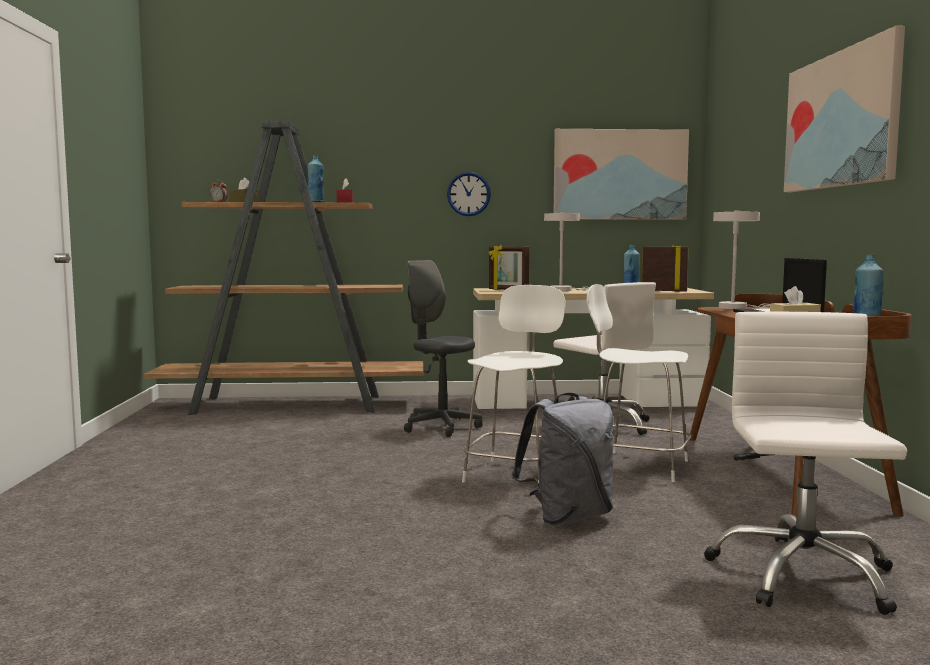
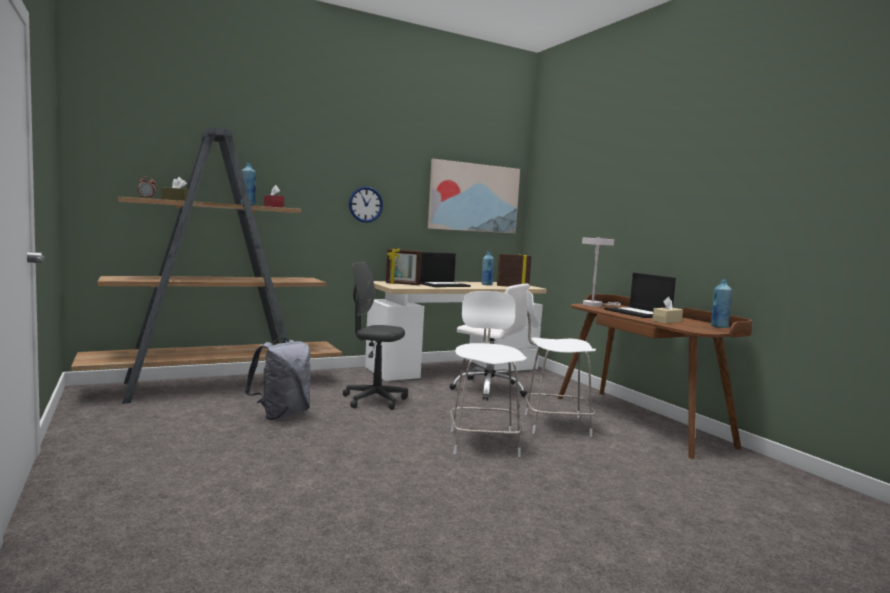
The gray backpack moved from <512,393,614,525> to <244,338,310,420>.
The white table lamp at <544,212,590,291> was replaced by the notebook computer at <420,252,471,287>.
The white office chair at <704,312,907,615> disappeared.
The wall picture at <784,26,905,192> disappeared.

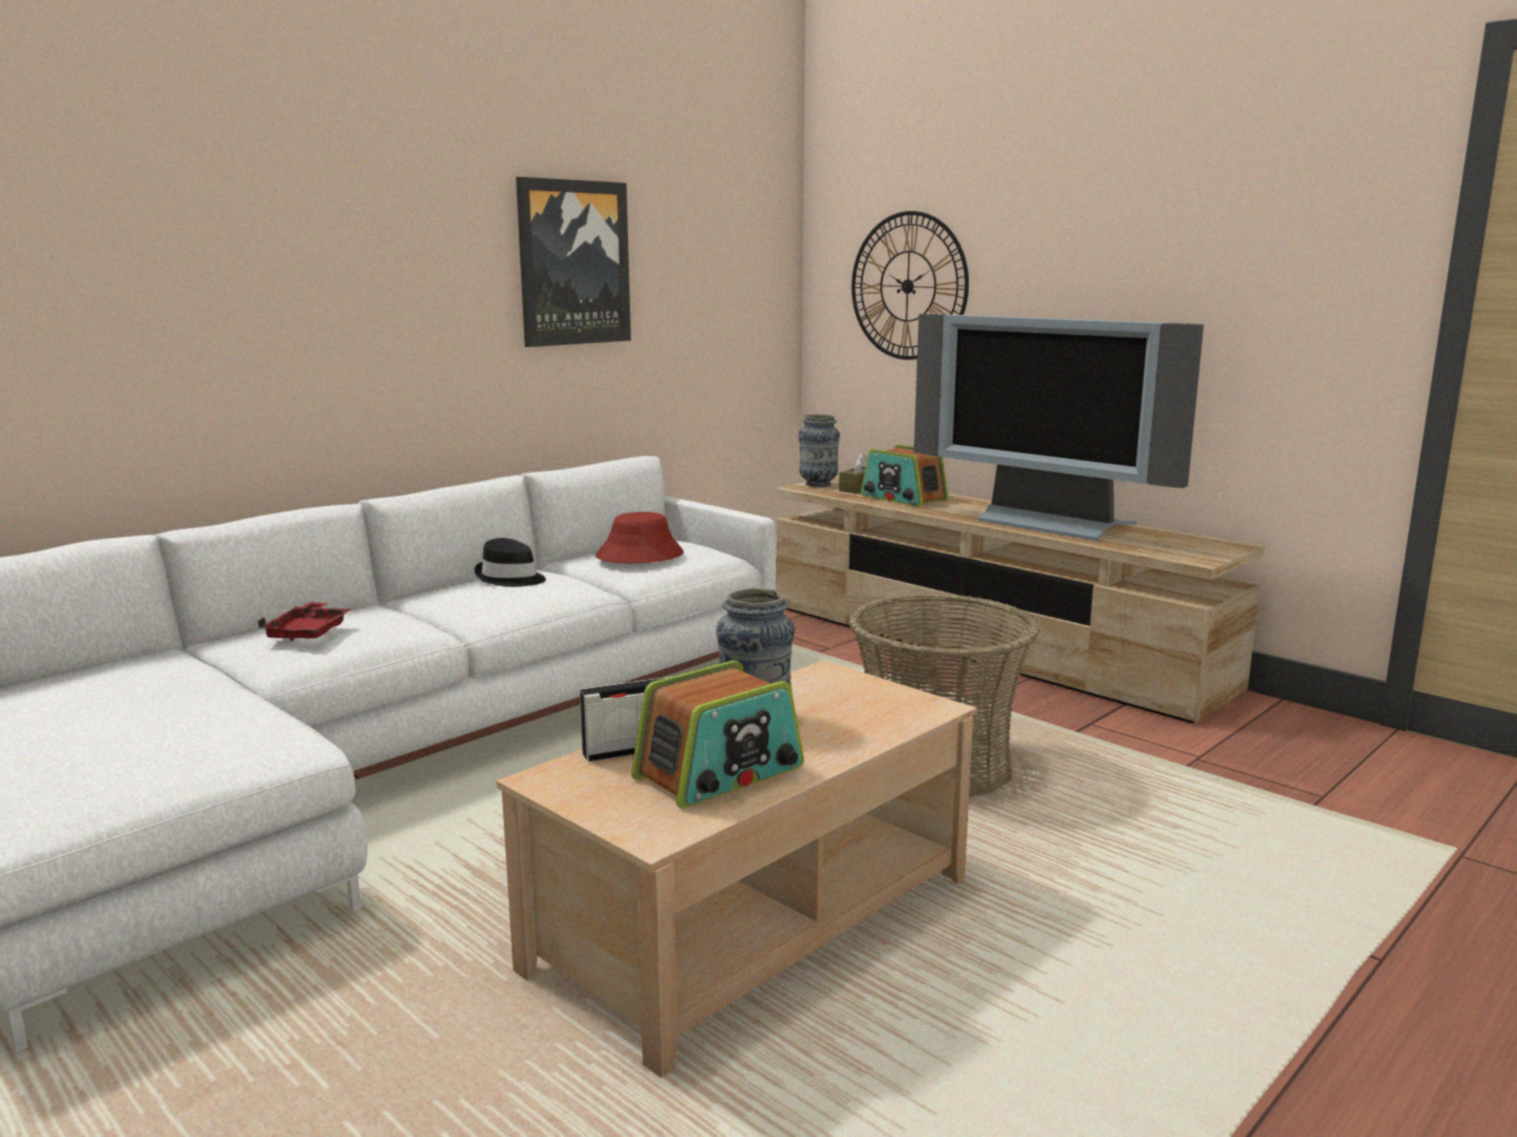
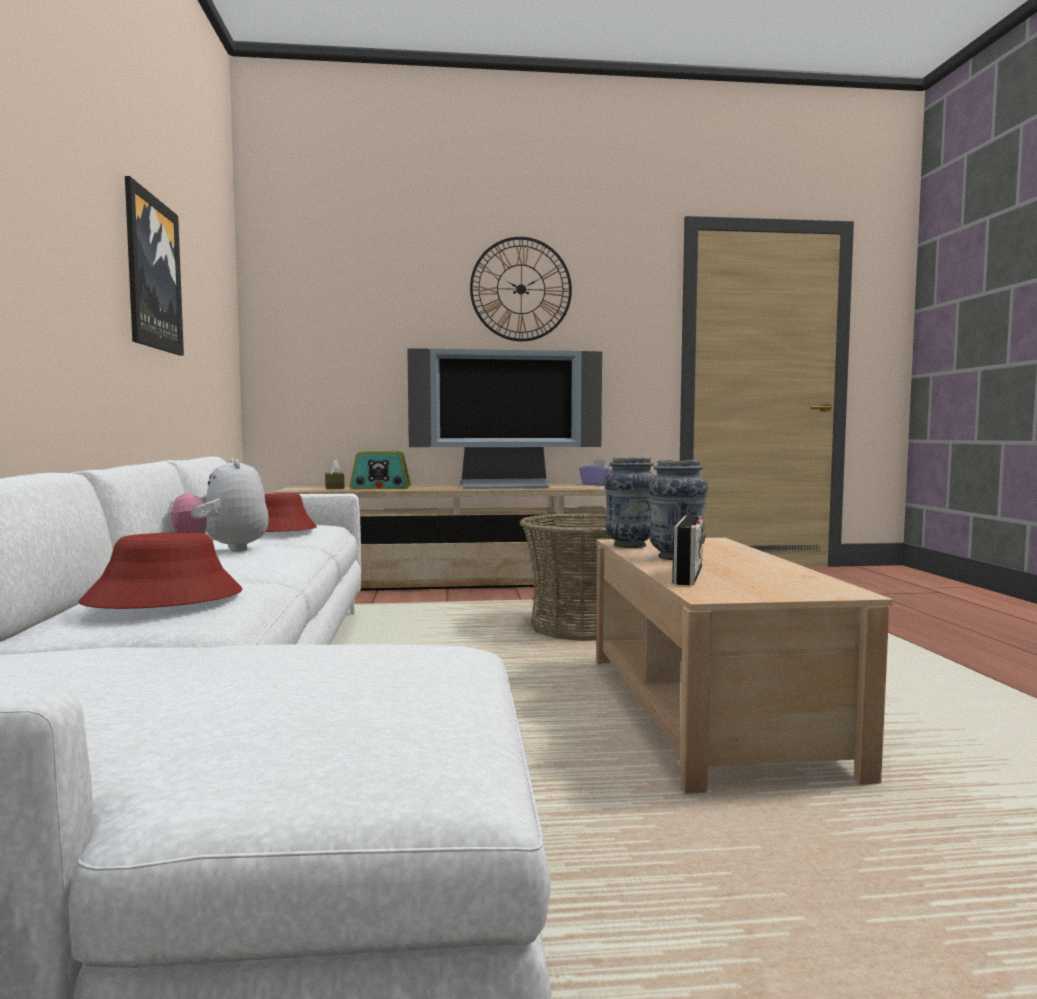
The red-coloured carrying tray at <257,602,352,641> was replaced by the red-coloured clothing hat at <78,532,243,609>.
The black-coloured clothing hat at <475,538,546,587> was replaced by the plush toy at <171,458,269,552>.
The radio at <631,660,804,808> disappeared.
The vase moved from <798,414,840,487> to <605,457,656,548>.
The hanging clock moved from <852,211,969,360> to <470,237,572,341>.
The purple-coloured tissue holder at <579,460,612,486> appeared.

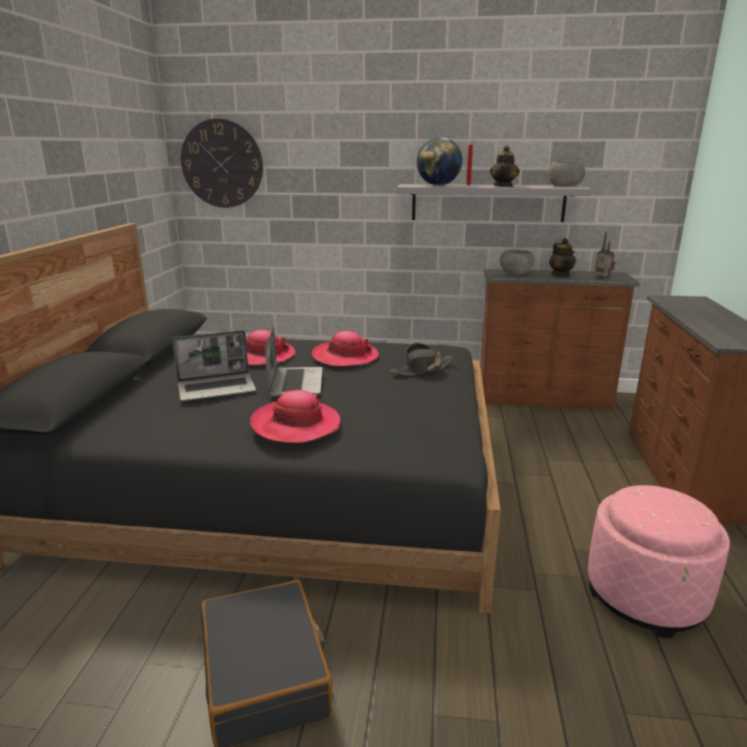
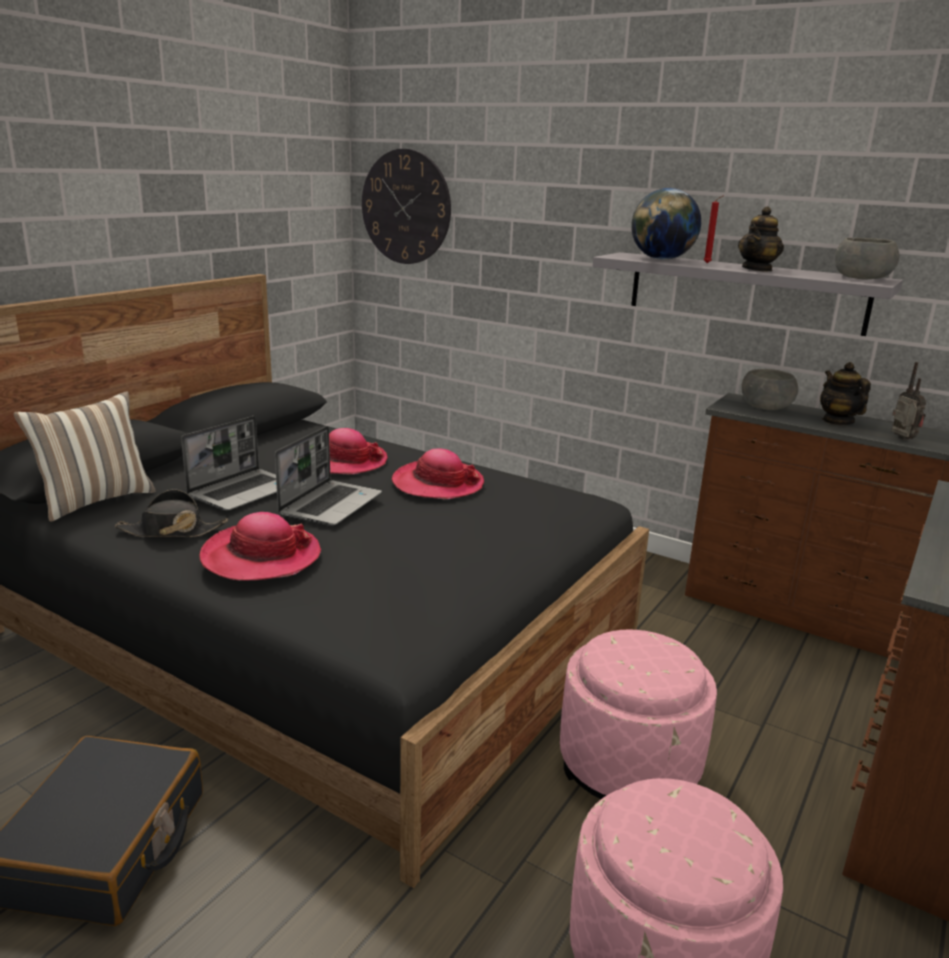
The notebook computer at <172,330,256,401> turned 60 degrees counterclockwise.
The black-coloured clothing hat moved from <390,343,453,375> to <115,489,228,537>.
The pot for tea at <549,238,576,277> turned 150 degrees clockwise.
The throw pillow at <14,391,156,522> appeared.
The pinkish footrest at <560,629,717,799> appeared.

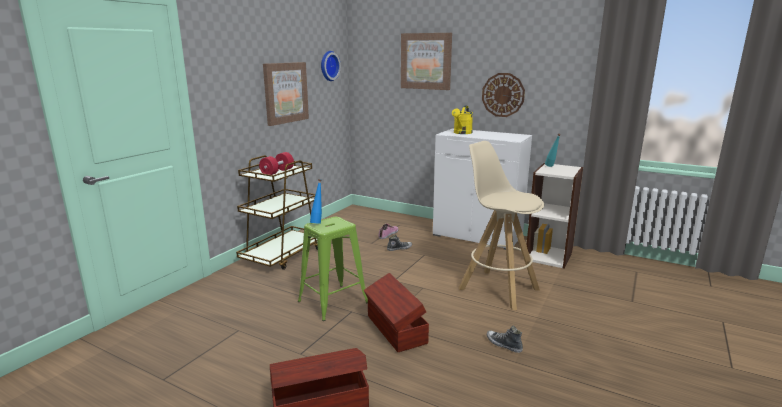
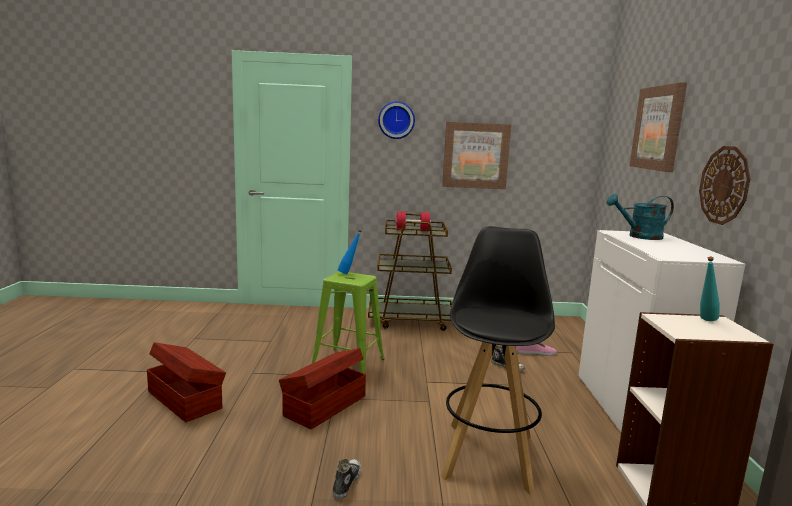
The hanging clock moved from <321,51,341,81> to <378,101,415,139>.
The yellow-coloured watering can at <452,106,473,134> became the blue-green watering can at <606,194,674,240>.
The beige sitting stool at <459,141,544,310> became the black-coloured sitting stool at <441,226,555,494>.

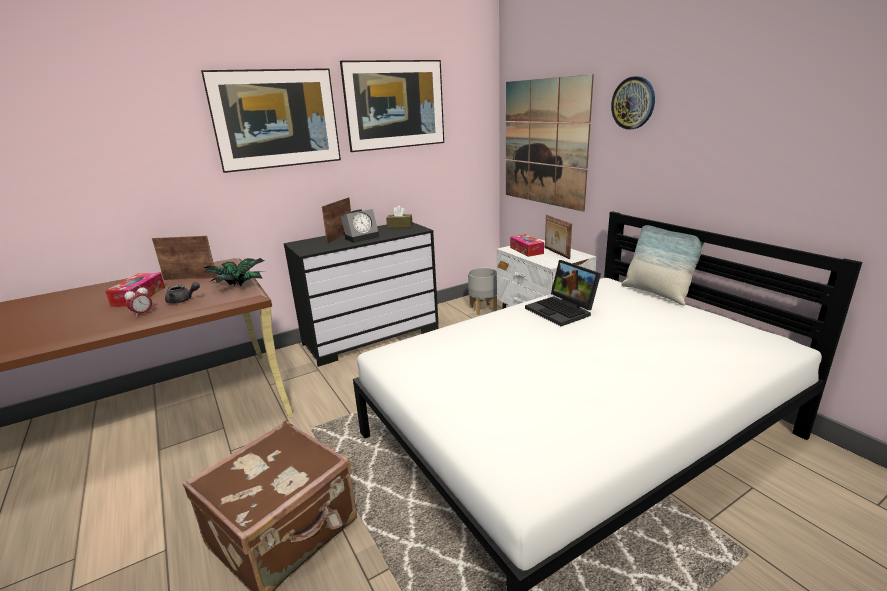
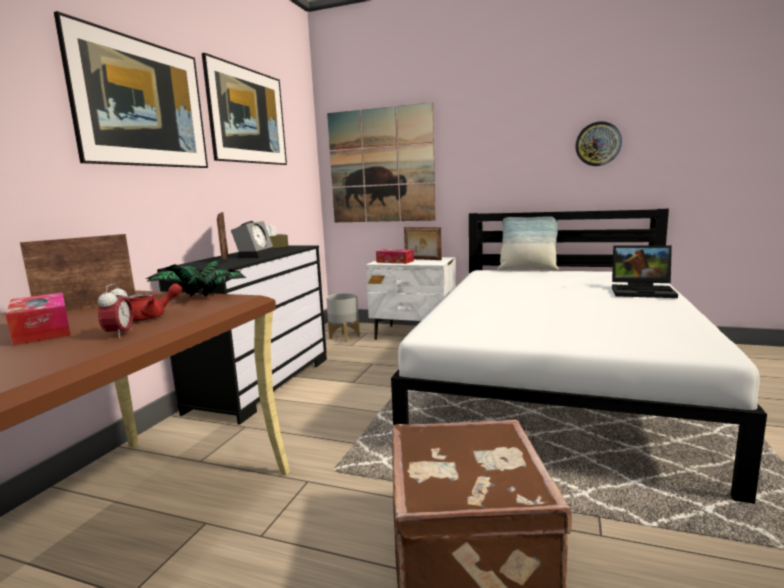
The gray pot for tea at <165,282,200,304> became the red-coloured pot for tea at <128,283,182,321>.
The notebook computer moved from <525,260,601,326> to <612,245,678,298>.
The hanging clock moved from <611,76,655,129> to <575,121,622,166>.

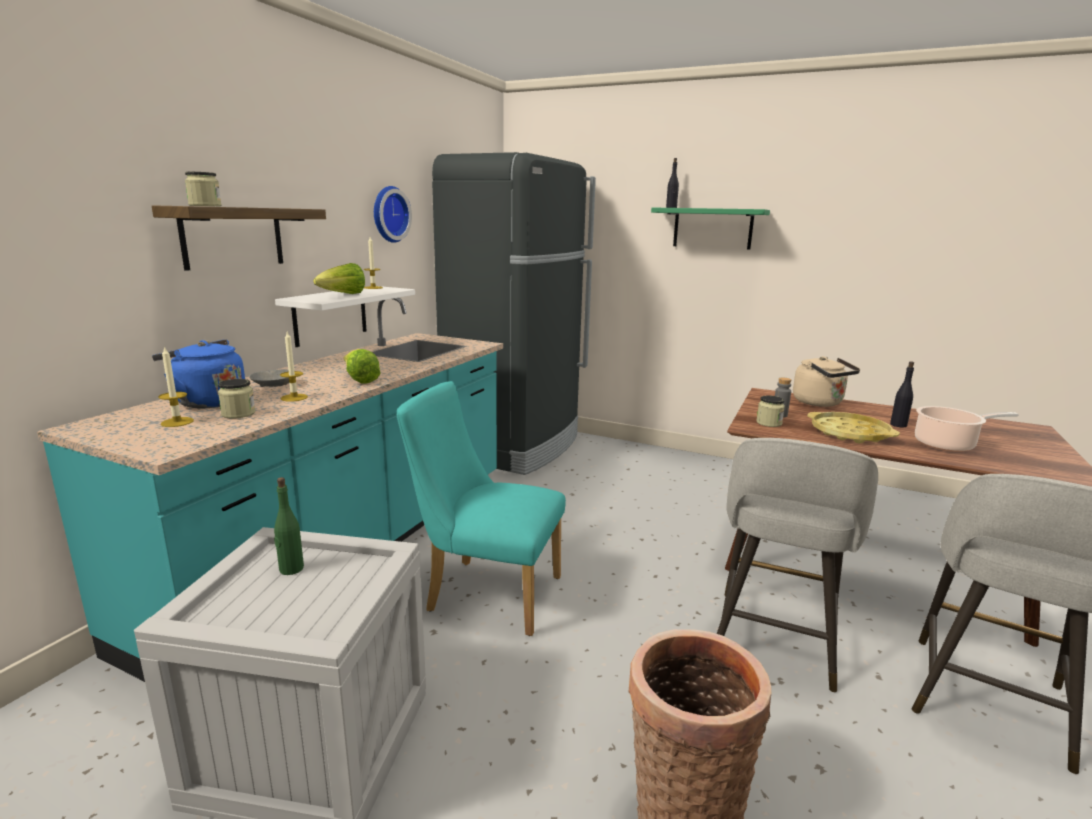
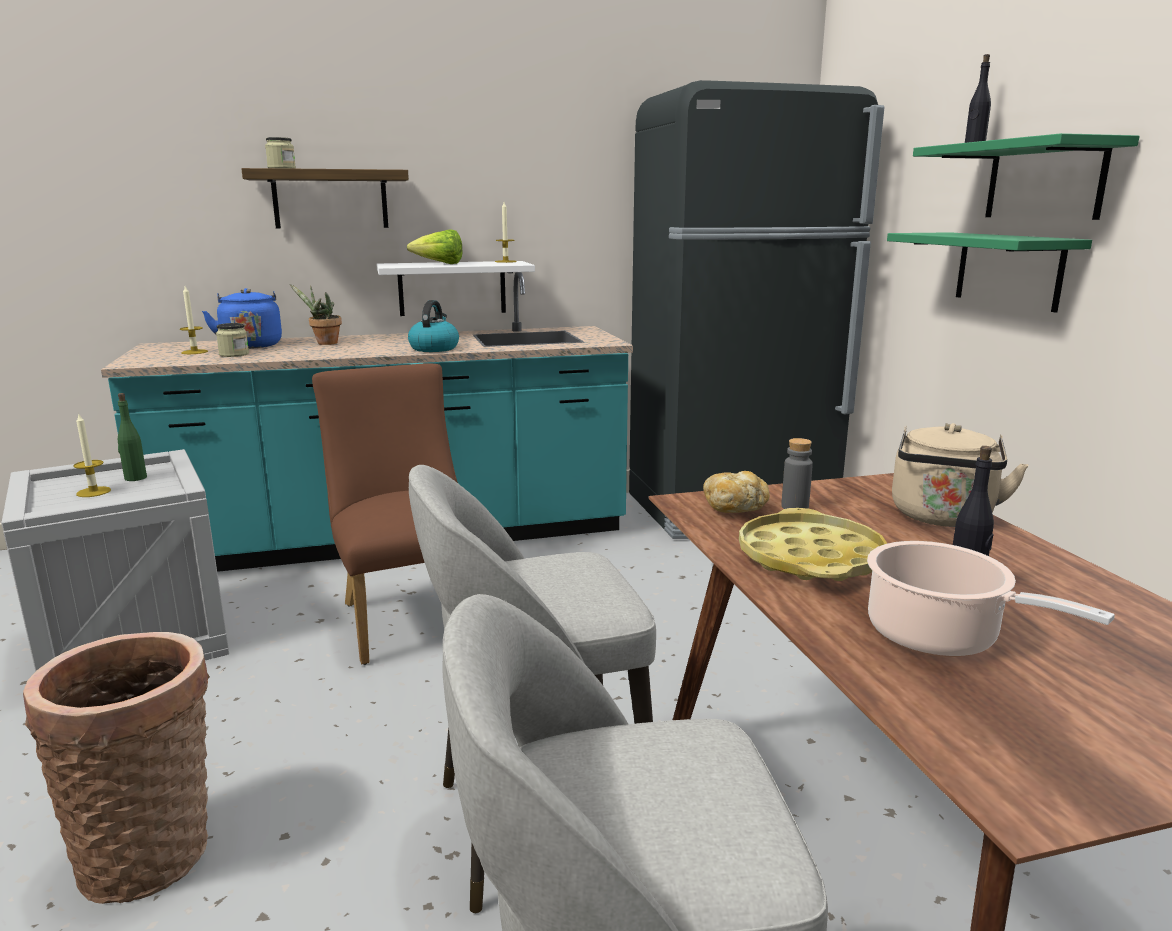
The gray deep dish at <249,369,289,387> was replaced by the houseplant at <290,284,342,345>.
The wax candle moved from <280,332,308,402> to <73,414,111,497>.
The lettuce head at <343,349,380,383> disappeared.
The hanging clock at <374,186,412,243> disappeared.
The blue-green plain chair at <397,381,566,636> became the brown-coloured plain chair at <312,363,458,665>.
The storage jar at <756,395,785,427> was replaced by the bread at <703,471,770,513>.
The kettle at <408,300,459,352> appeared.
The green-coloured wall shelf at <887,232,1092,313> appeared.

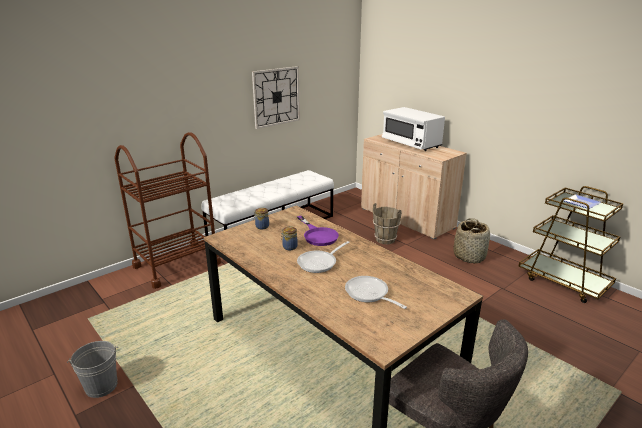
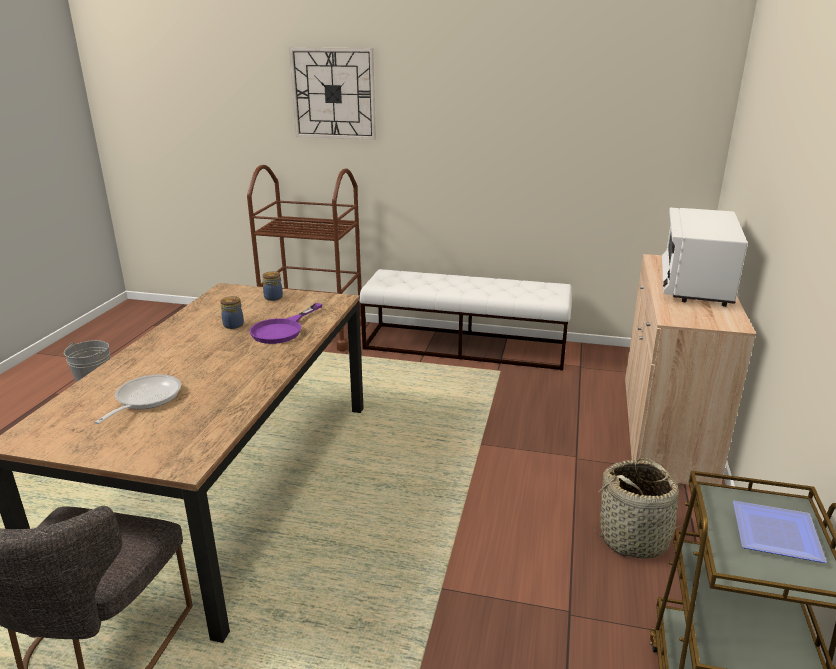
The hanging clock moved from <252,66,300,129> to <289,48,376,140>.
The skillet at <297,241,350,273> disappeared.
The brown-coloured water bucket at <373,203,402,244> disappeared.

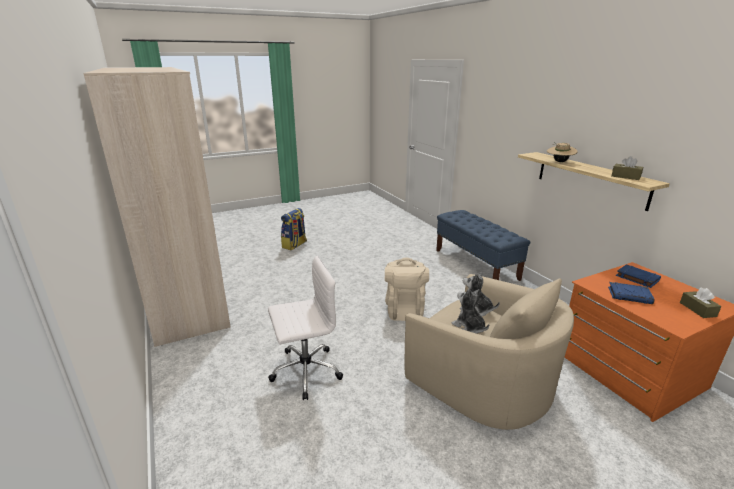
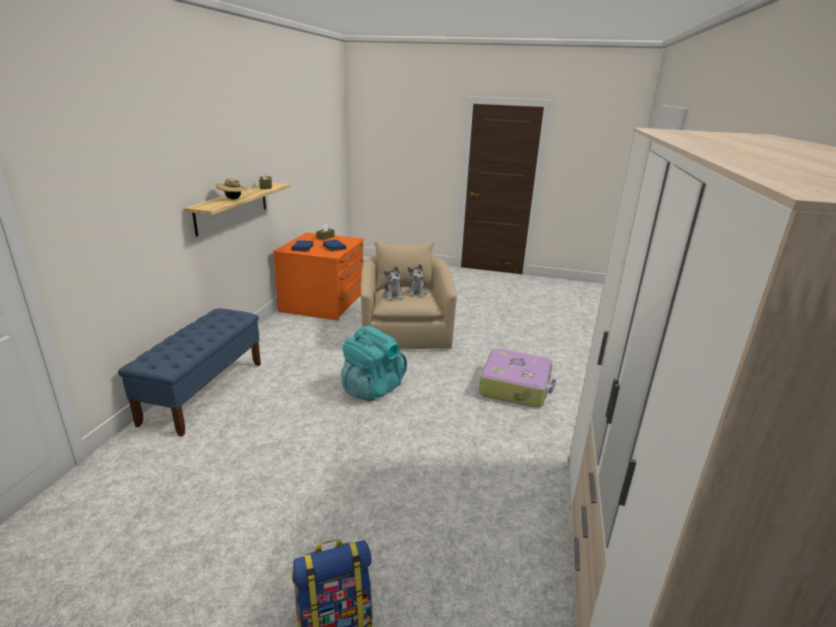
The white office chair at <268,255,343,400> was replaced by the piece of luggage at <479,348,556,408>.
The beige backpack at <385,258,429,321> became the blue-green backpack at <342,326,407,401>.

